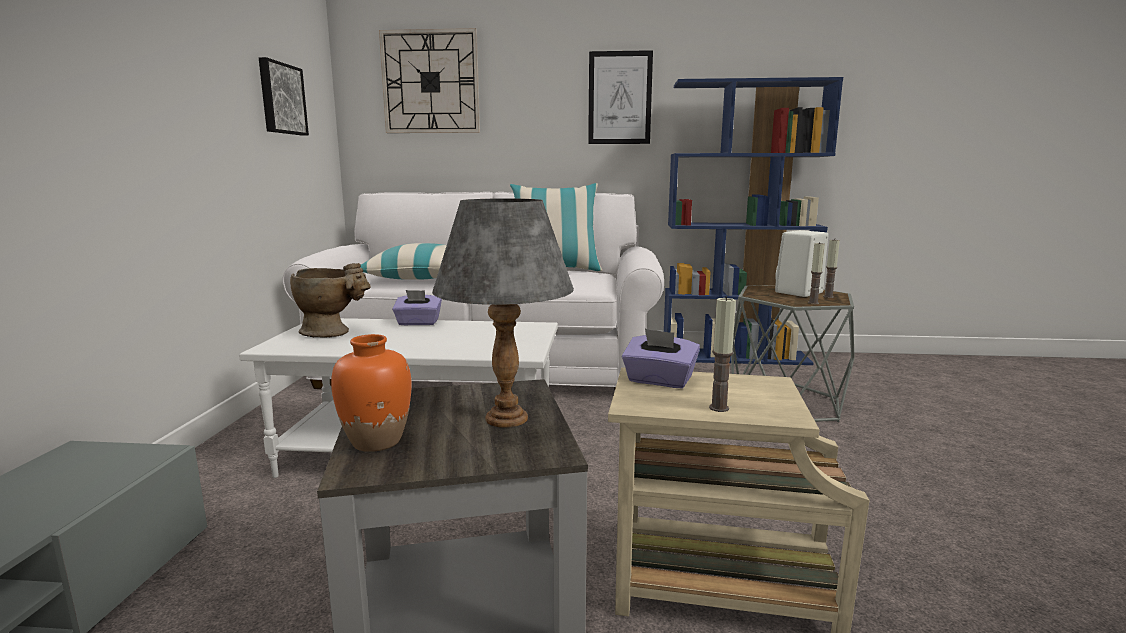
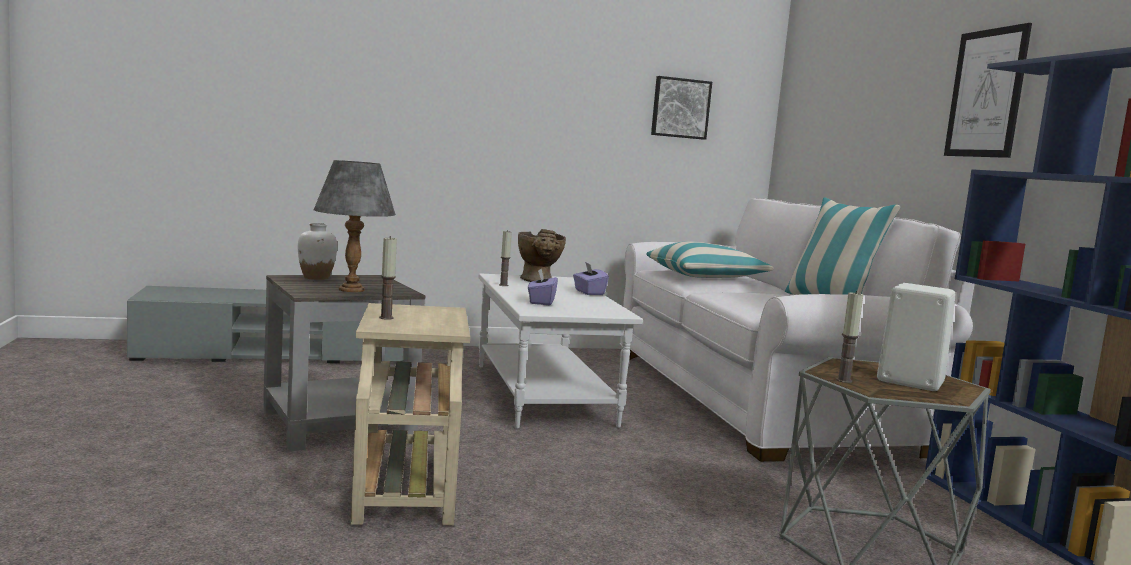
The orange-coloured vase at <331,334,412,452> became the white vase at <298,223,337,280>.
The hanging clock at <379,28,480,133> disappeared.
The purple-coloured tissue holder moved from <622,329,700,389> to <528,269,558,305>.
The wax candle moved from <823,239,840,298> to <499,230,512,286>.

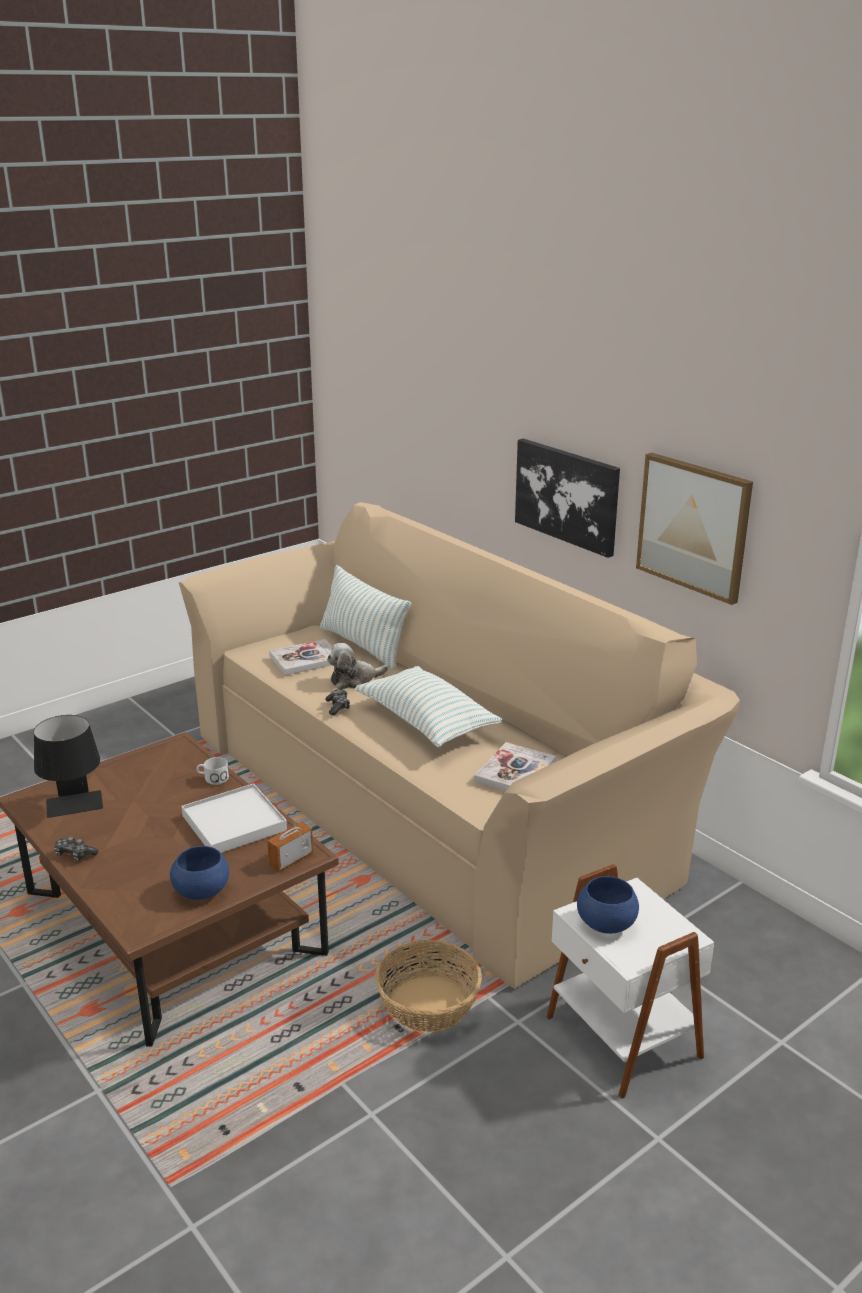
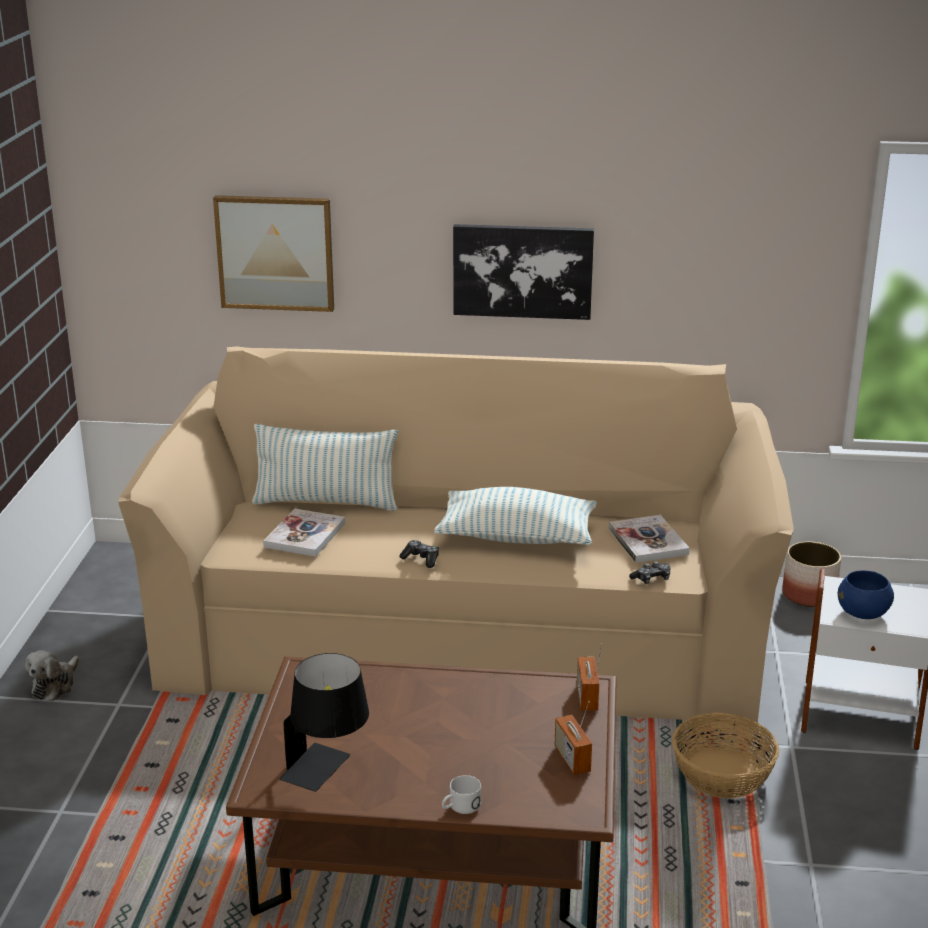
The game controller moved from <54,837,98,861> to <629,561,670,584>.
The blue-coloured deep dish at <170,846,229,900> was replaced by the radio at <555,701,592,775>.
The white carrying tray at <182,783,287,853> disappeared.
The white tea mug moved from <196,757,229,785> to <442,775,481,814>.
The plush toy moved from <327,643,389,689> to <25,650,79,701>.
The wall picture moved from <636,453,753,605> to <213,195,334,312>.
The plant pot at <782,541,841,607> appeared.

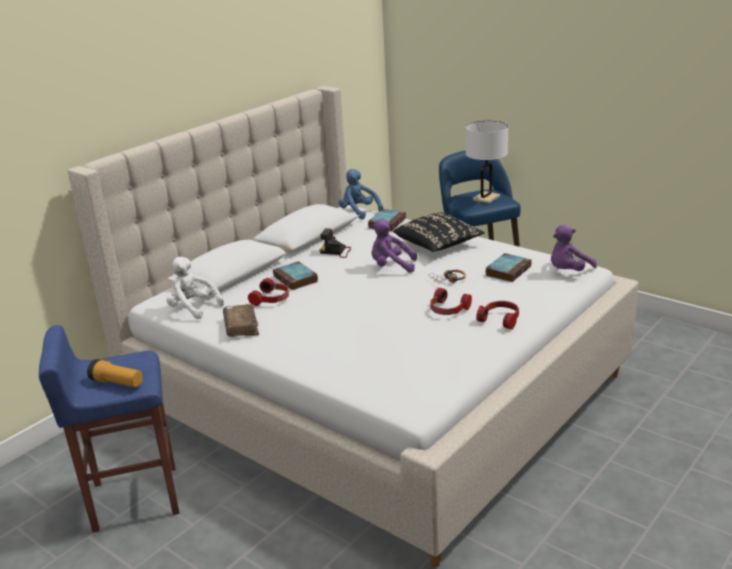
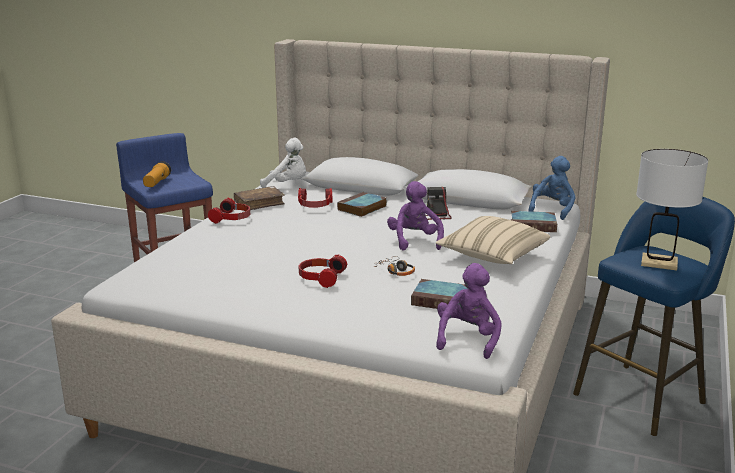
The white plush toy at <166,257,224,319> turned 90 degrees clockwise.
The black-coloured throw pillow at <393,213,485,252> became the beige throw pillow at <436,216,550,264>.
The headphones moved from <476,301,519,329> to <208,198,250,224>.
The purple-coloured plush toy at <551,225,597,271> turned 75 degrees clockwise.

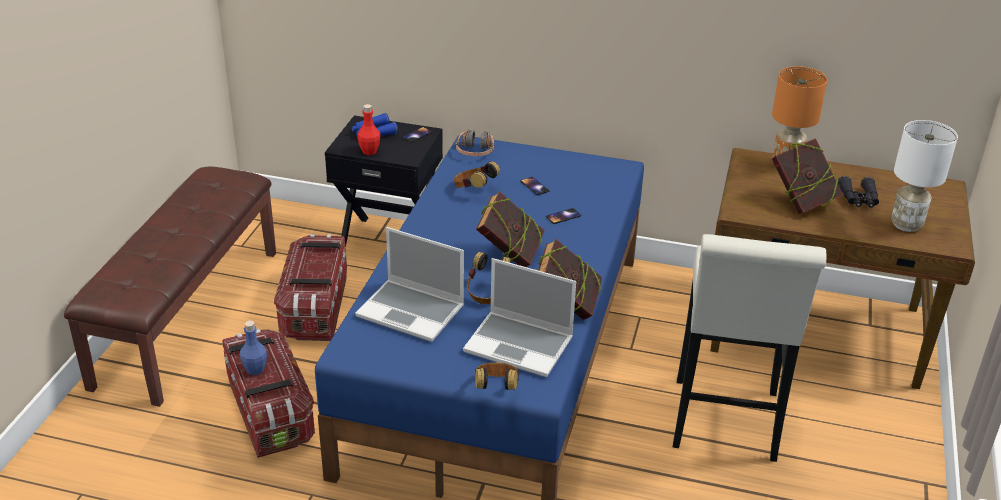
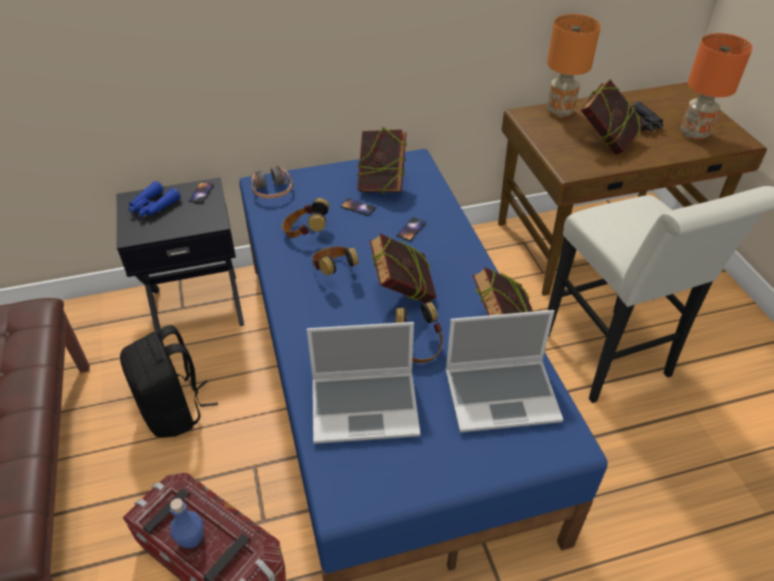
The storage box at <274,234,347,341> was replaced by the black-coloured backpack at <120,325,218,438>.
The red-coloured drink bottle at <357,104,381,155> disappeared.
The headphones moved from <475,362,519,390> to <312,247,359,275>.
The white table lamp at <891,120,958,232> became the orange-coloured table lamp at <681,33,753,141>.
The book at <357,127,407,194> appeared.

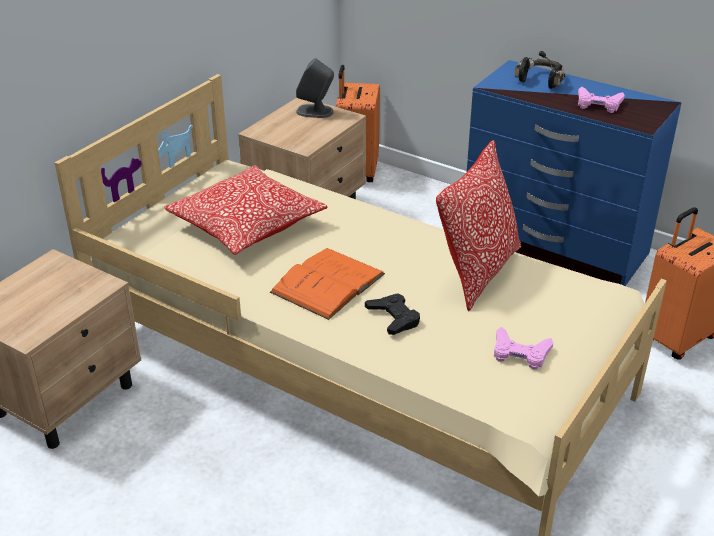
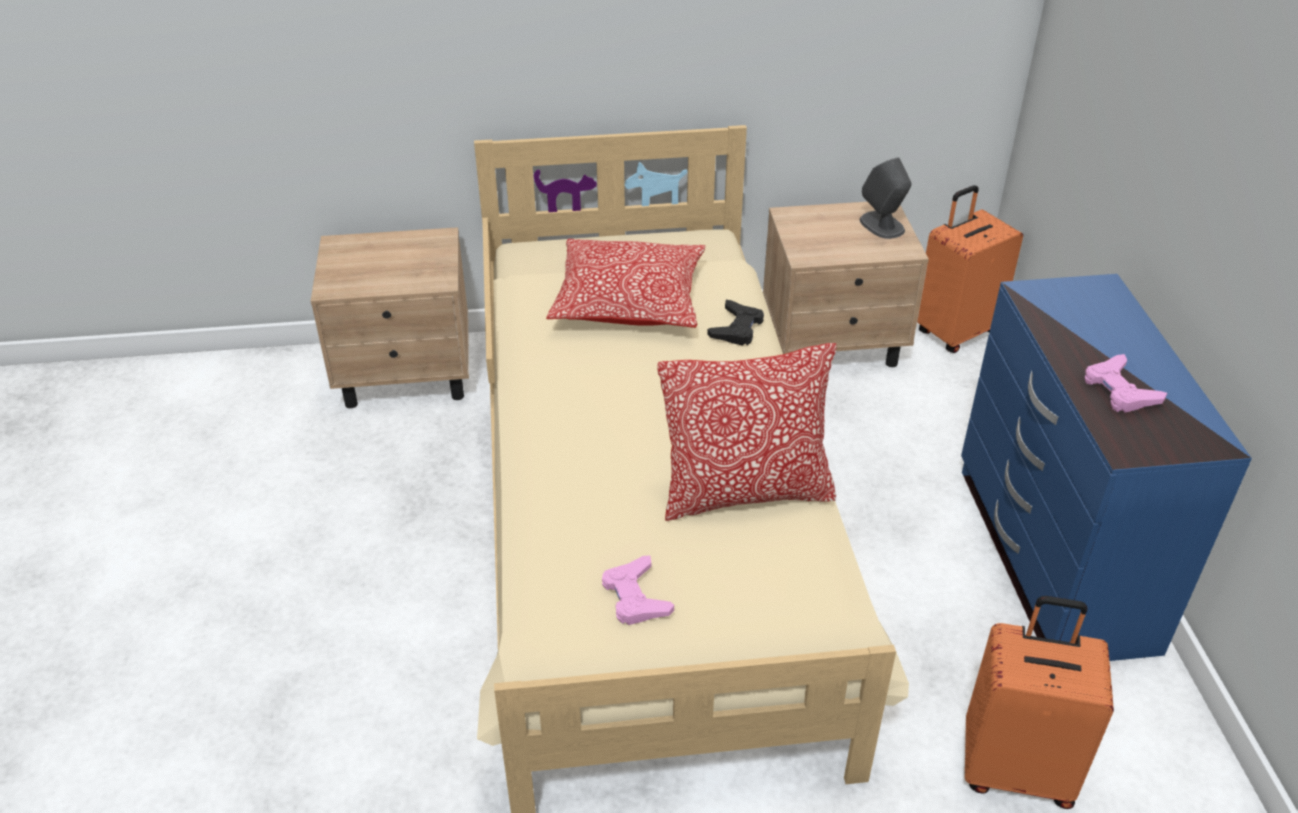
The orange-coloured book at <270,248,385,320> disappeared.
The black-coloured game controller moved from <365,293,420,335> to <707,300,764,346>.
The black-coloured headphones at <514,51,565,89> disappeared.

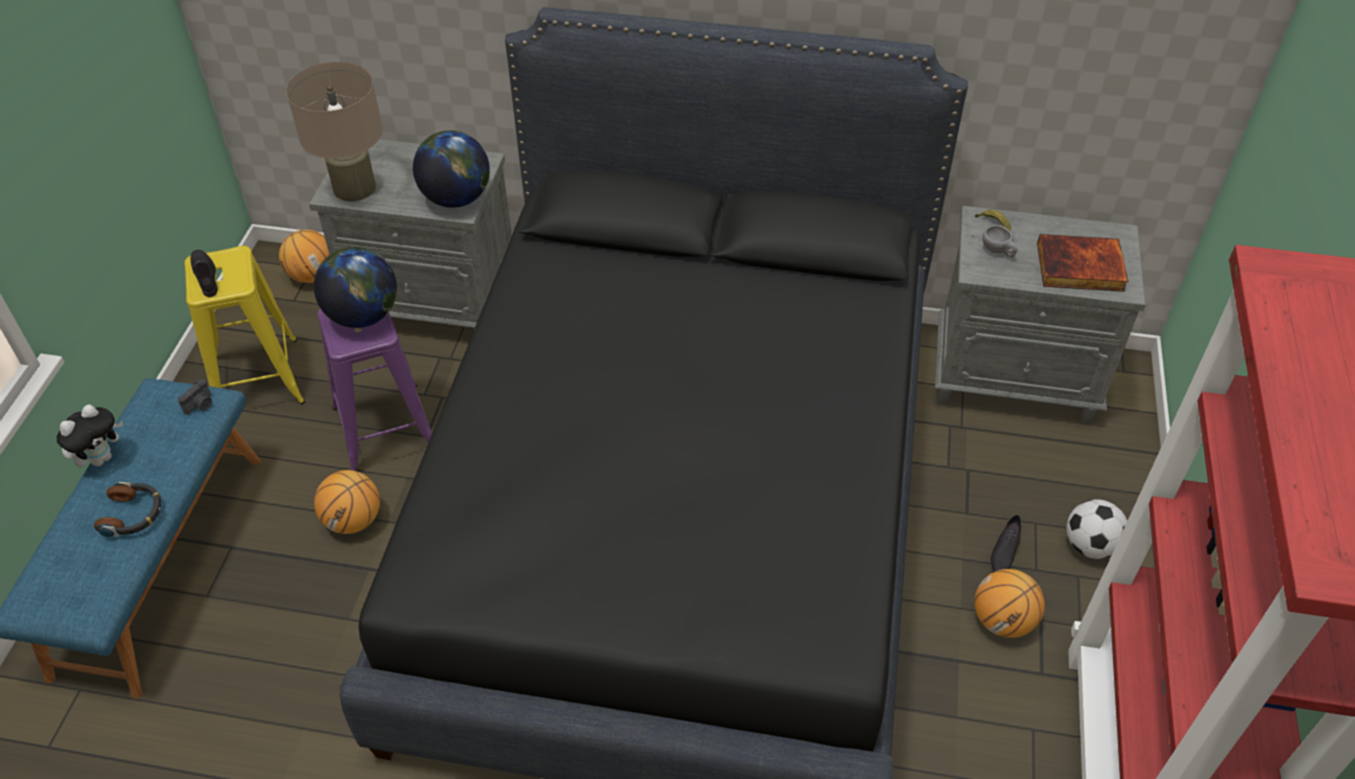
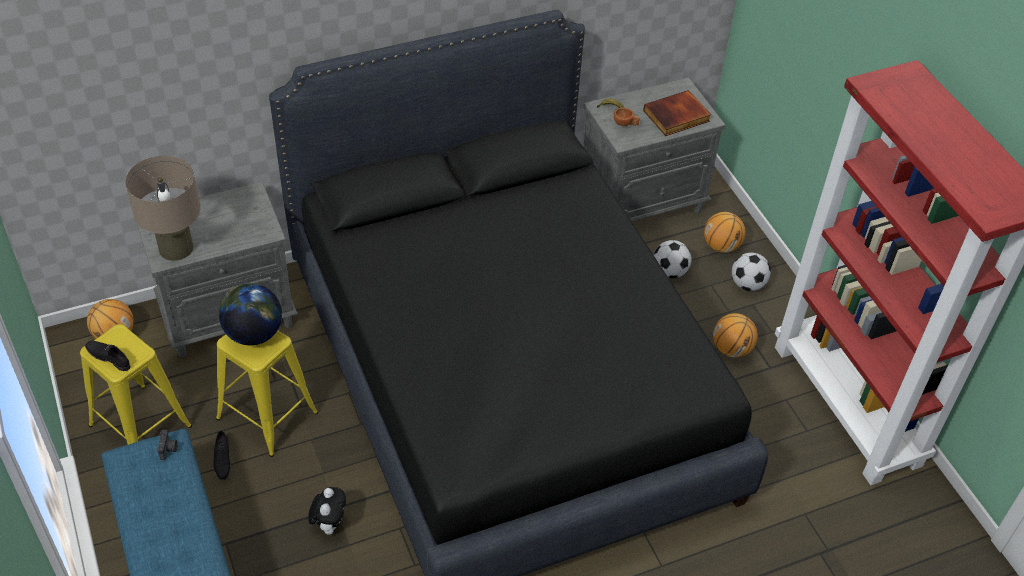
The plush toy moved from <56,404,123,467> to <308,487,346,535>.
The headphones at <94,482,161,537> disappeared.
The basketball moved from <314,470,380,534> to <704,212,746,253>.
The purple-coloured sitting stool at <317,309,432,471> became the yellow-coloured sitting stool at <216,330,318,457>.
The world globe at <413,130,490,208> disappeared.
The gray cup at <982,225,1017,258> became the brown-coloured cup at <614,107,640,126>.
The black-coloured low shoe moved from <990,515,1021,572> to <214,431,231,480>.
The ball for football at <654,240,692,278> appeared.

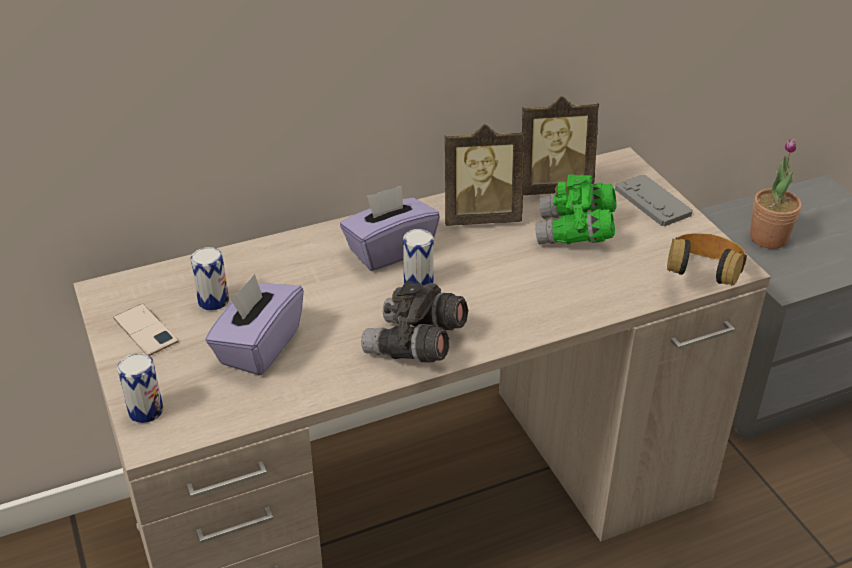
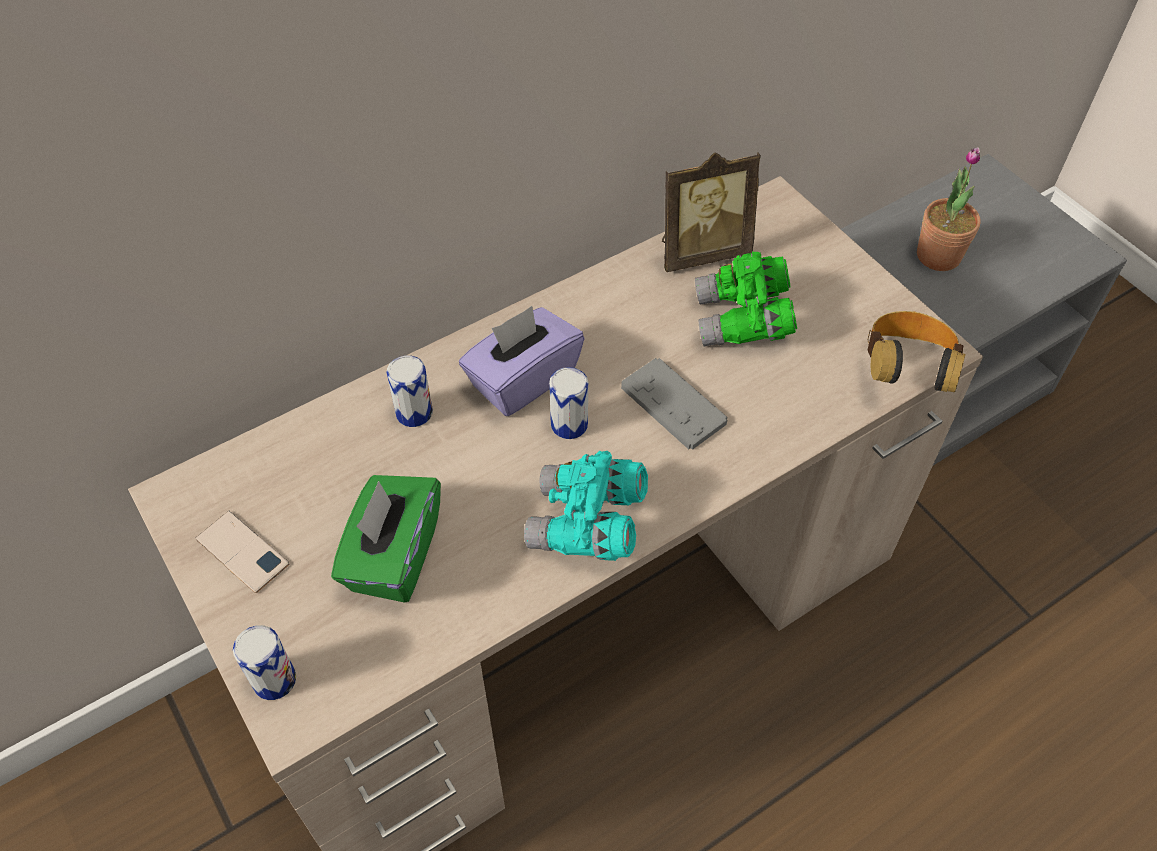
The can moved from <191,247,229,311> to <386,356,433,427>.
The purple-coloured tissue holder at <205,274,304,376> became the green-coloured tissue holder at <331,475,441,603>.
The gray field glasses at <361,281,468,362> became the blue-green field glasses at <524,451,648,561>.
The photo frame at <445,124,525,226> disappeared.
The gray game controller moved from <615,174,692,226> to <621,358,727,450>.

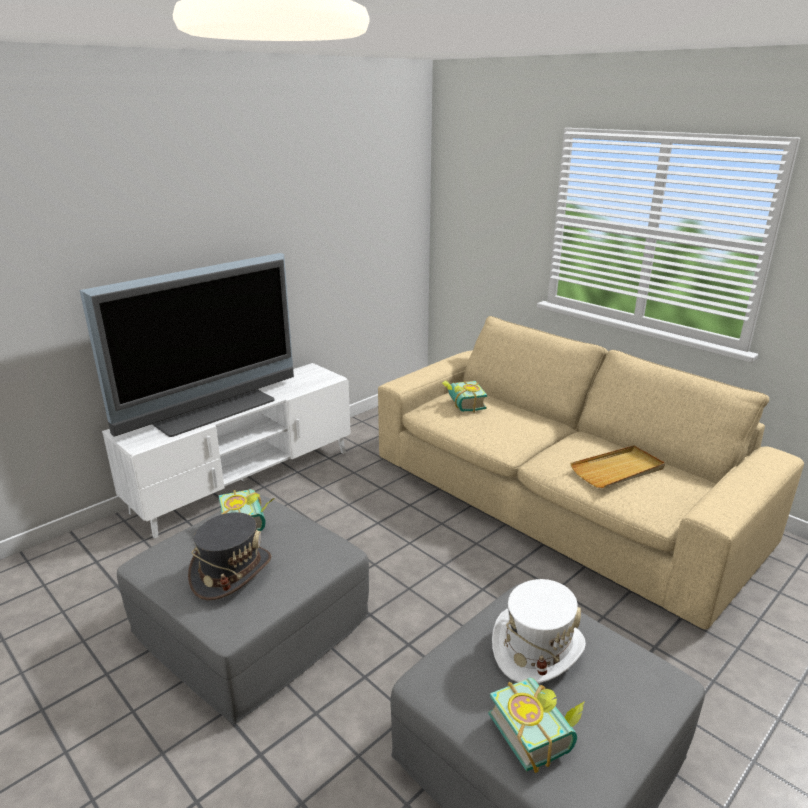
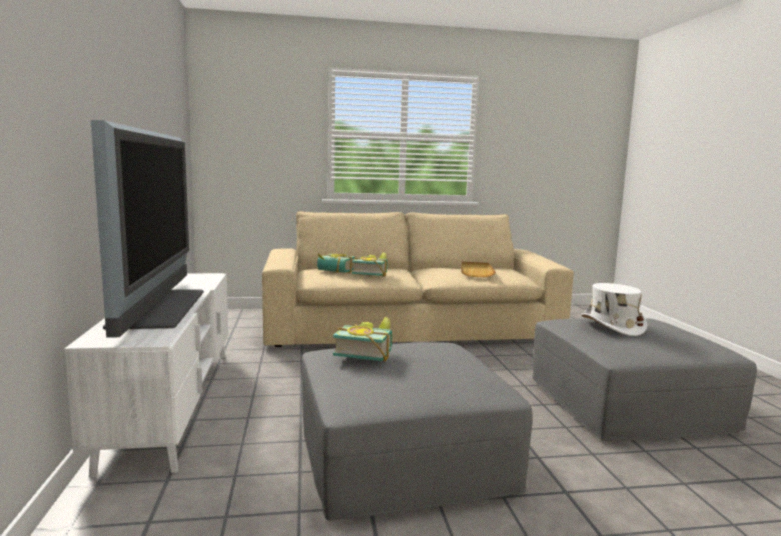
The gray clothing hat at <188,512,271,600> disappeared.
The book moved from <488,678,585,773> to <352,252,388,277>.

